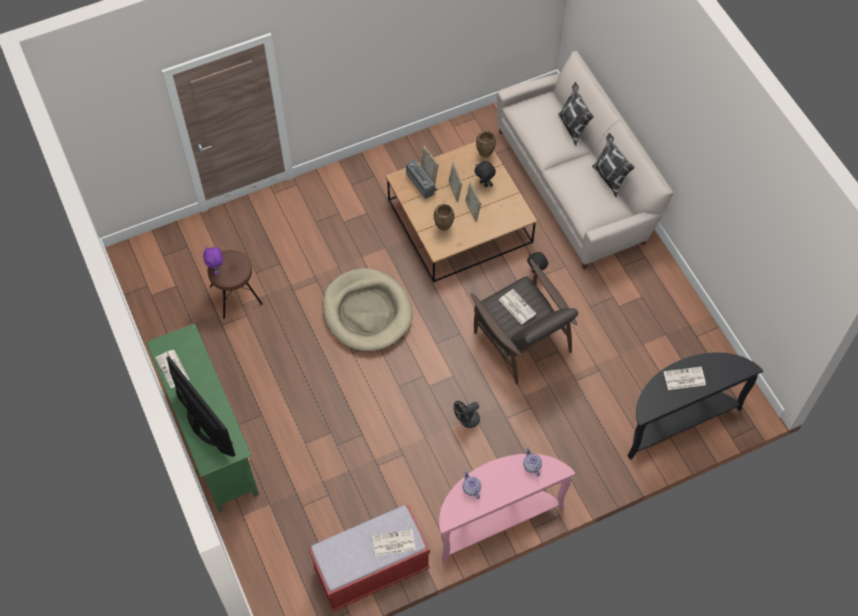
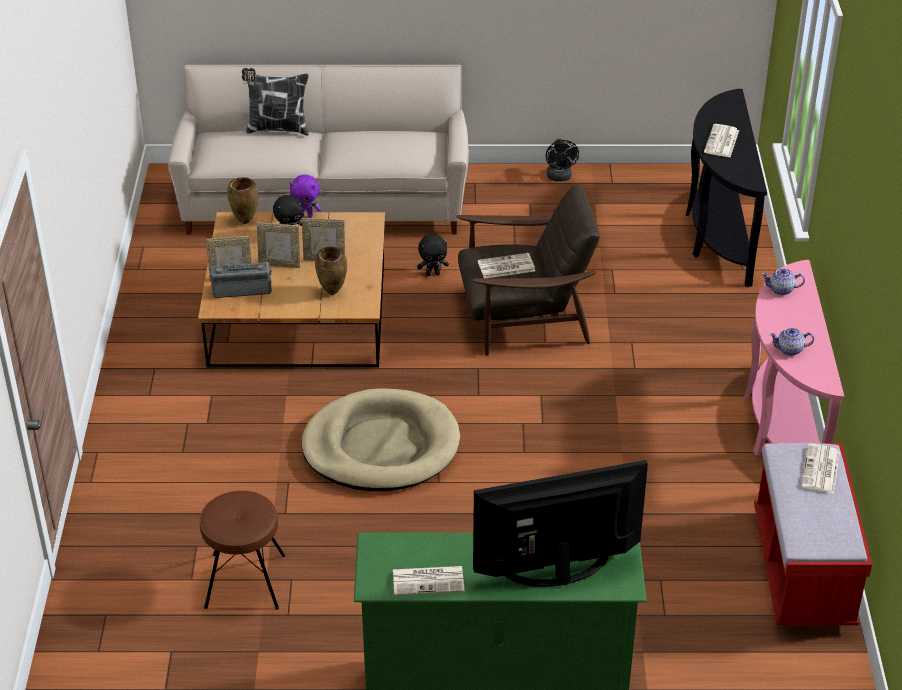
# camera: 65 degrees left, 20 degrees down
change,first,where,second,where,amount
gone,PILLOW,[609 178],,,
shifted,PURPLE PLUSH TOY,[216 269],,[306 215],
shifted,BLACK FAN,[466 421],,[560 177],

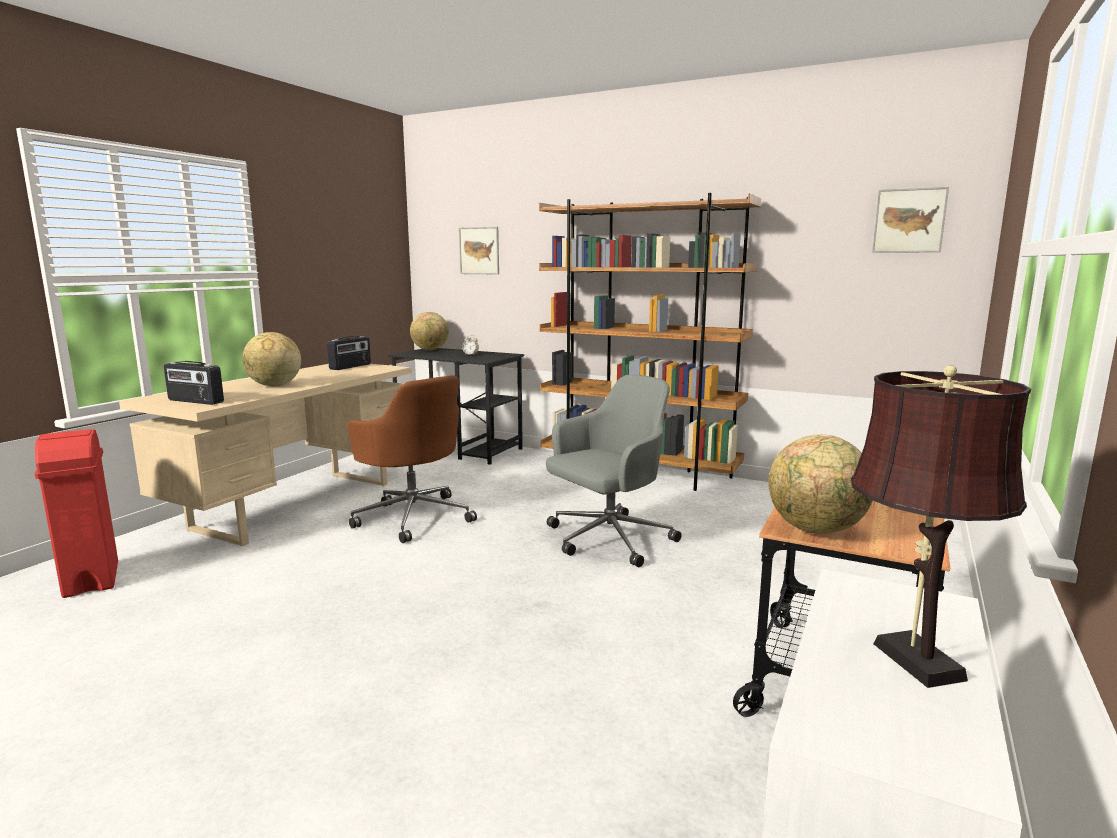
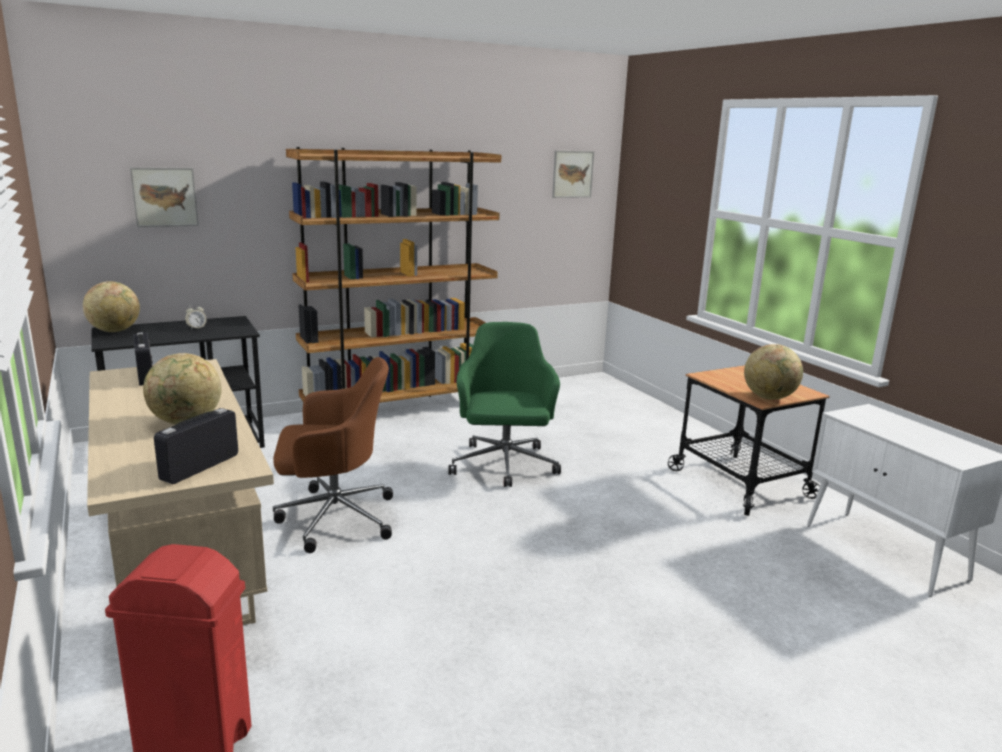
# camera: 55 degrees left, 5 degrees up
change,first,where,second,where,amount
gone,BROWN TABLE LAMP,[912 656],,,
repainted,GREY OFFICE CHAIR,[608 539],GREEN OFFICE CHAIR,[504 466],
rotated,RADIO,[195 401],,[199 467],150 degrees clockwise

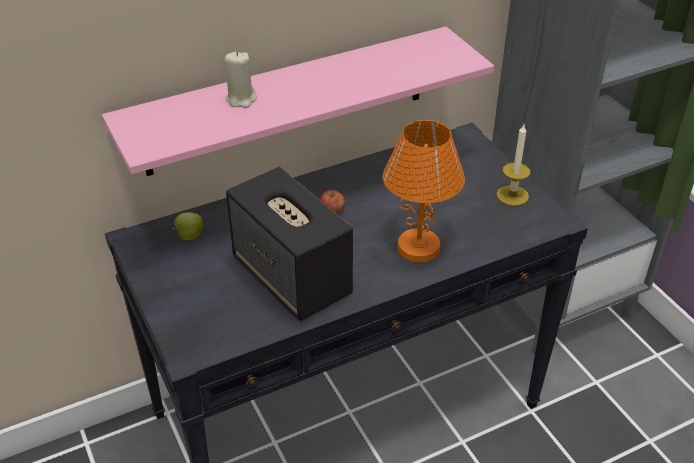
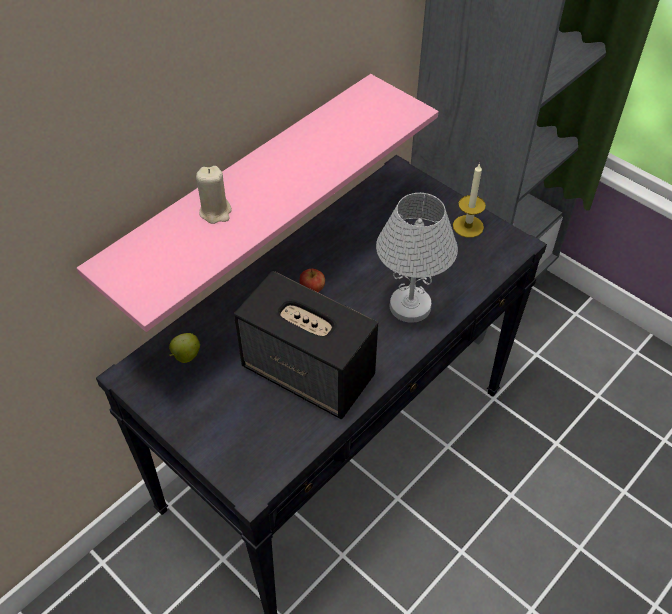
# camera: 20 degrees left, 10 degrees up
change,first,where,second,where,amount
repainted,ORANGE TABLE LAMP,[418 247],WHITE TABLE LAMP,[409 305],

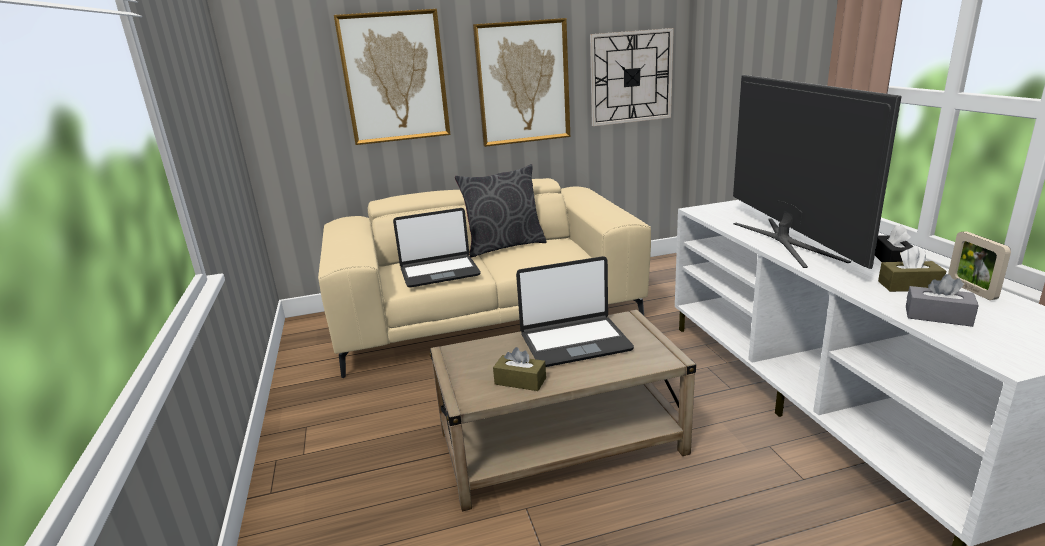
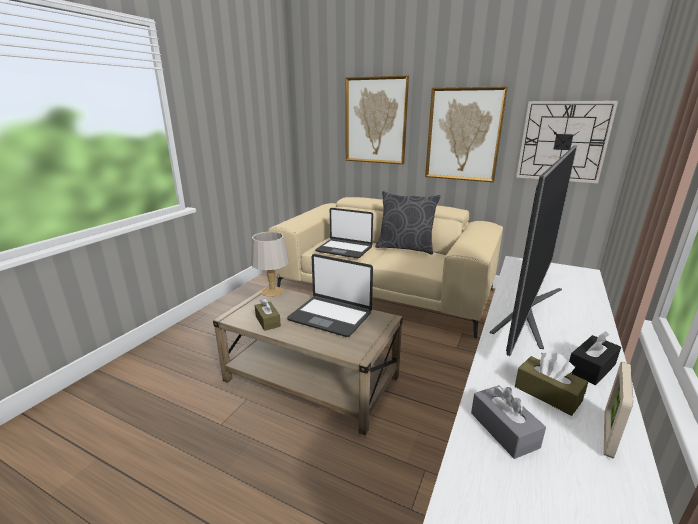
# camera: 40 degrees right, 0 degrees up
change,first,where,second,where,amount
new,,,GREY TABLE LAMP,[272 291],

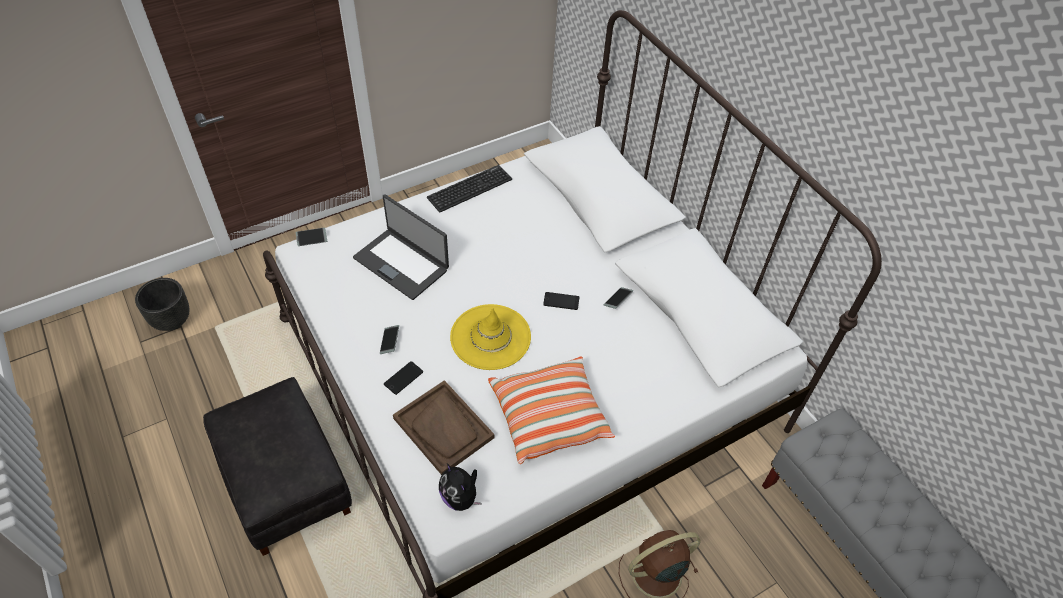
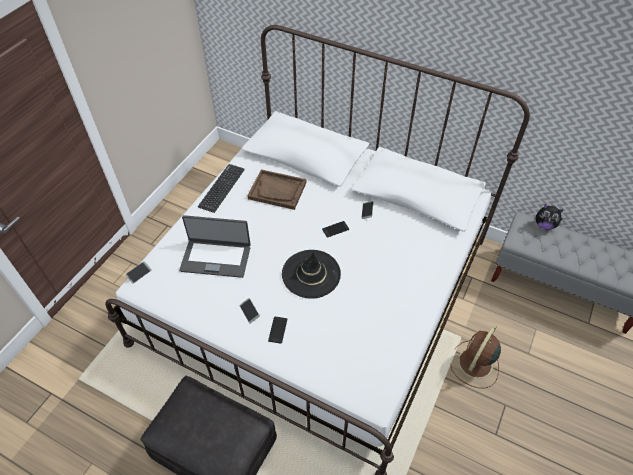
# camera: 30 degrees left, 0 degrees up
change,first,where,second,where,amount
gone,BLACK PLANTER,[172 320],,,
gone,PILLOW,[549 417],,,
shifted,BROWN TRAY,[443 428],,[277 190],
shifted,PLUSH TOY,[460 497],,[544 225],
repainted,YELLOW HAT,[490 337],BLACK HAT,[311 274],

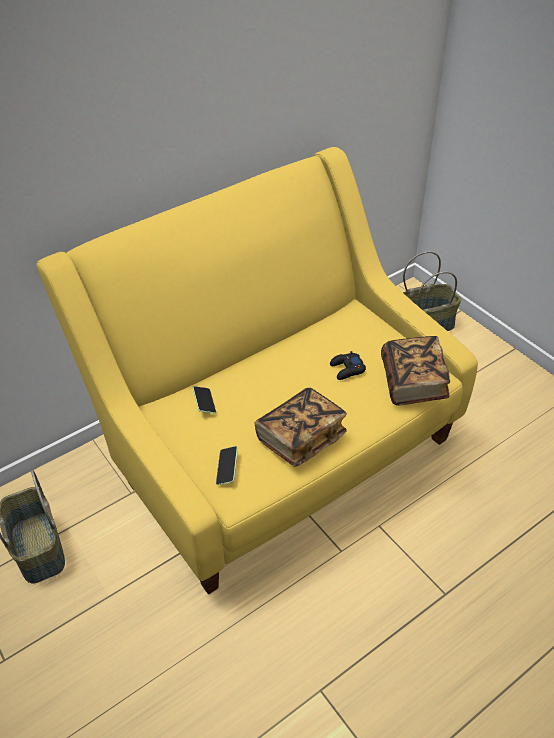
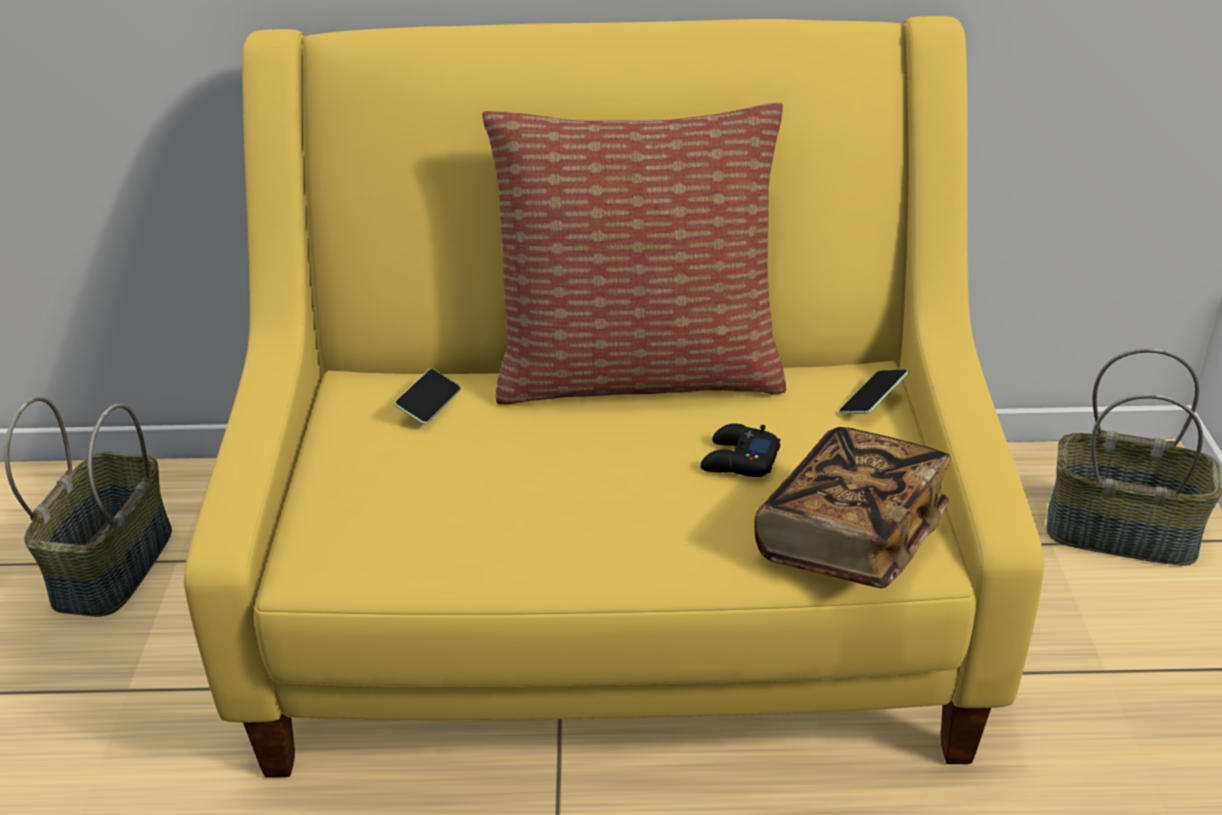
# camera: 35 degrees right, 10 degrees down
change,first,where,second,where,amount
gone,BOOK,[300 438],,,
new,,,PILLOW,[638 372],
shifted,PHONE,[227 469],,[872 401],

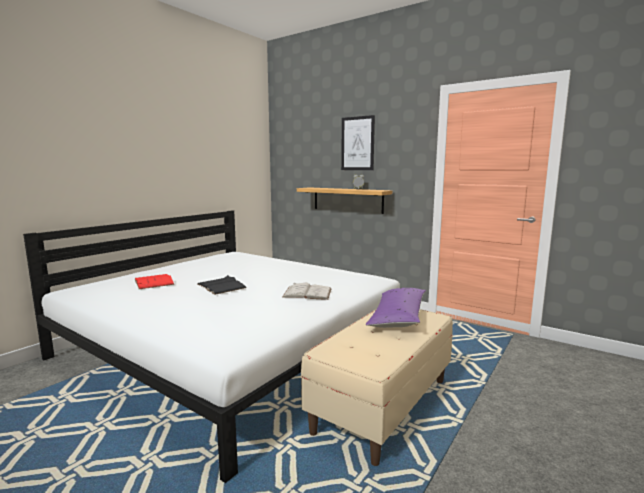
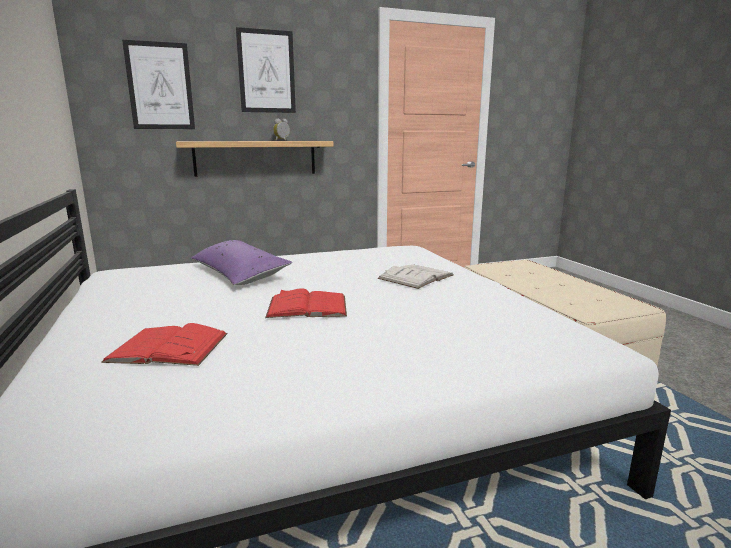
# camera: 55 degrees left, 5 degrees up
change,first,where,second,where,amount
new,,,PICTURE,[160 86],
shifted,PURPLE PILLOW,[398 317],,[239 274],
repainted,BLACK BOOK,[221 286],RED BOOK,[307 306],

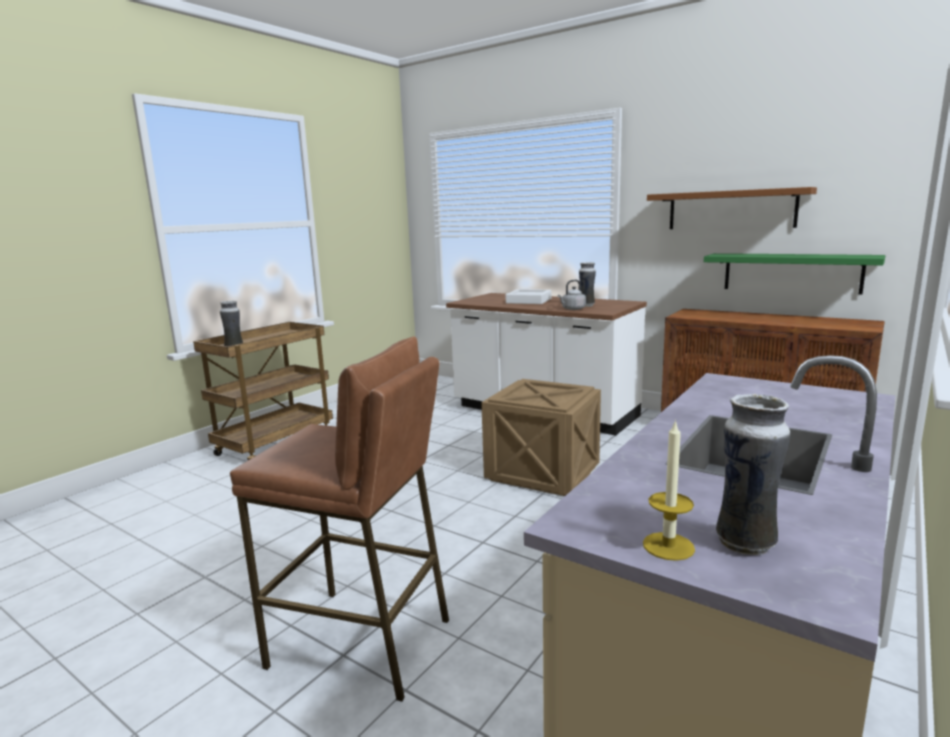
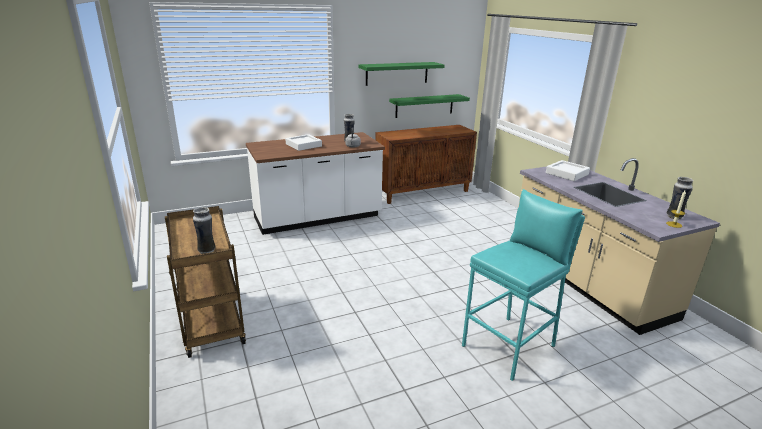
# camera: 60 degrees left, 10 degrees up
change,first,where,second,where,amount
gone,CRATE,[541 472],,,
new,,,WHITE TRAY,[567 174],
repainted,BROWN STOOL,[361 642],TURQUOISE STOOL,[509 346],
repainted,BROWN SHELF,[731 209],GREEN SHELF,[397 73],

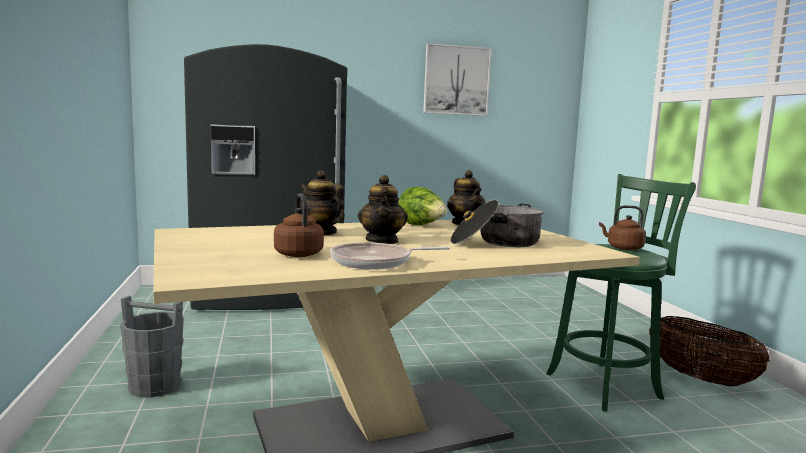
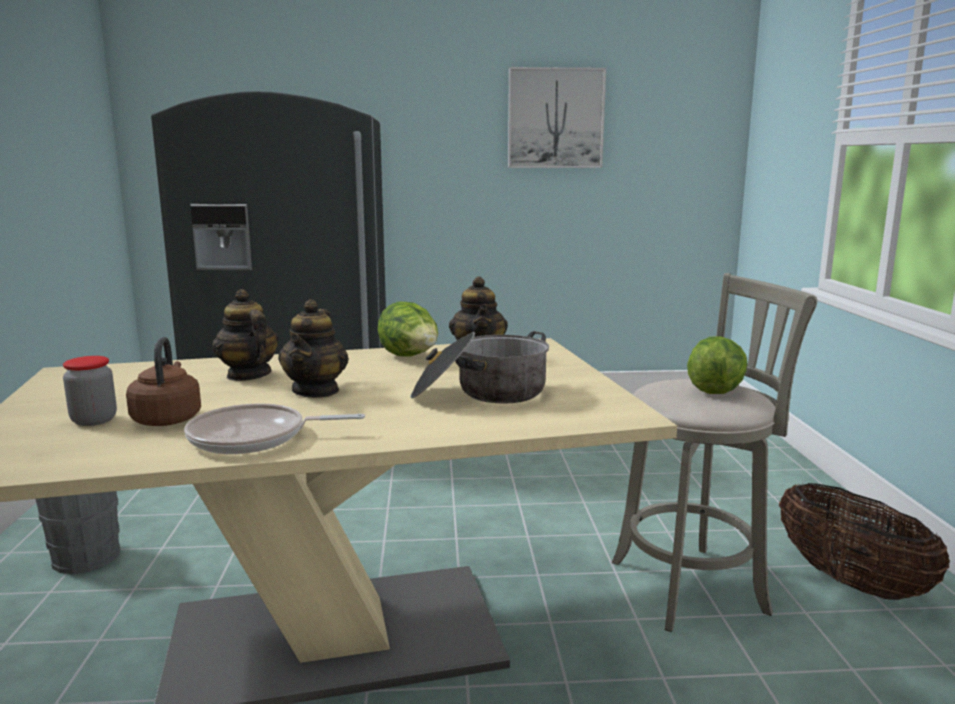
# camera: 10 degrees right, 5 degrees up
change,first,where,second,where,amount
new,,,JAR,[94 420],
swapped,BROWN KETTLE,[623 248],LETTUCE,[715 389],
repainted,GREEN STOOL,[607 385],GREY STOOL,[695 585],

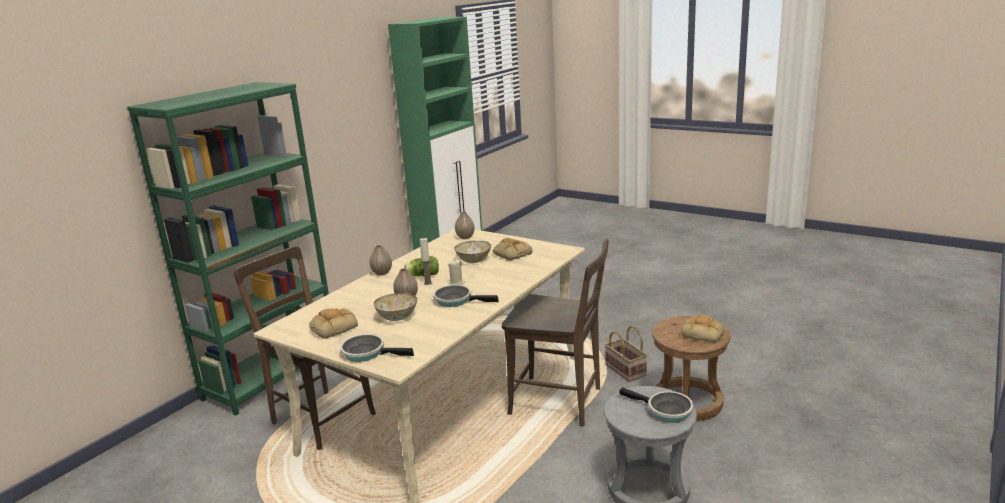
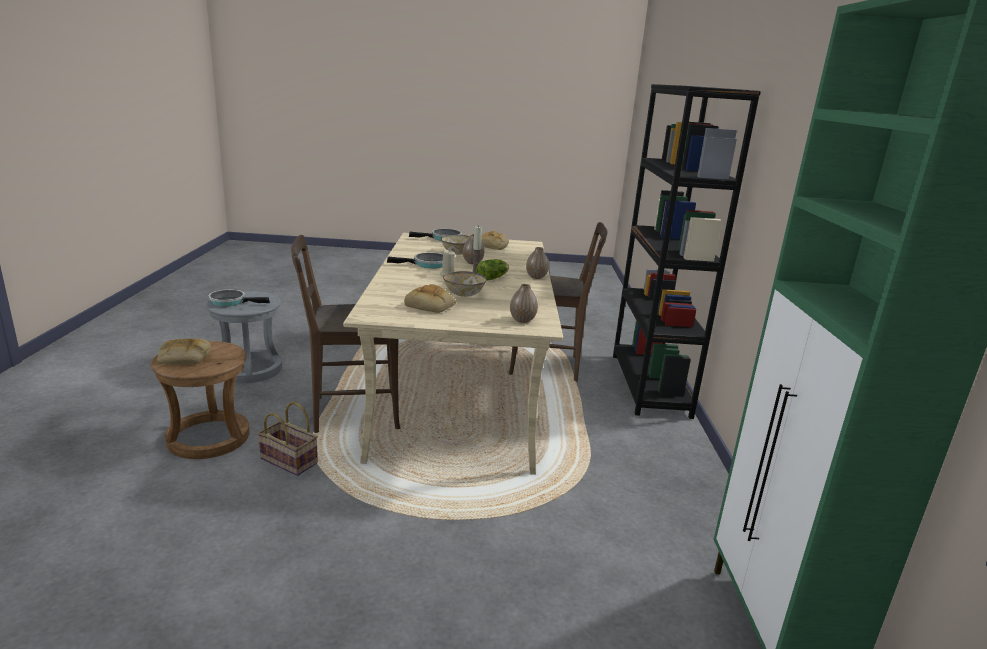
# camera: 145 degrees right, 0 degrees up
change,first,where,second,where,amount
repainted,GREEN BOOKCASE,[273 375],BLACK BOOKCASE,[649 385],

